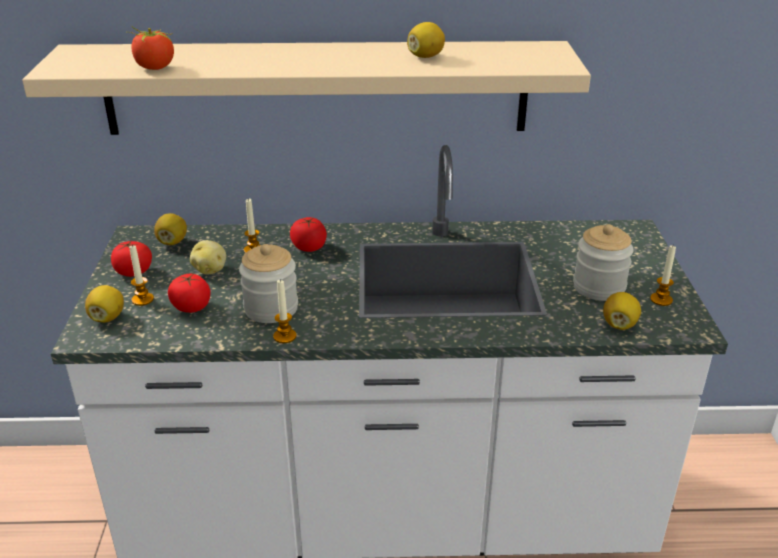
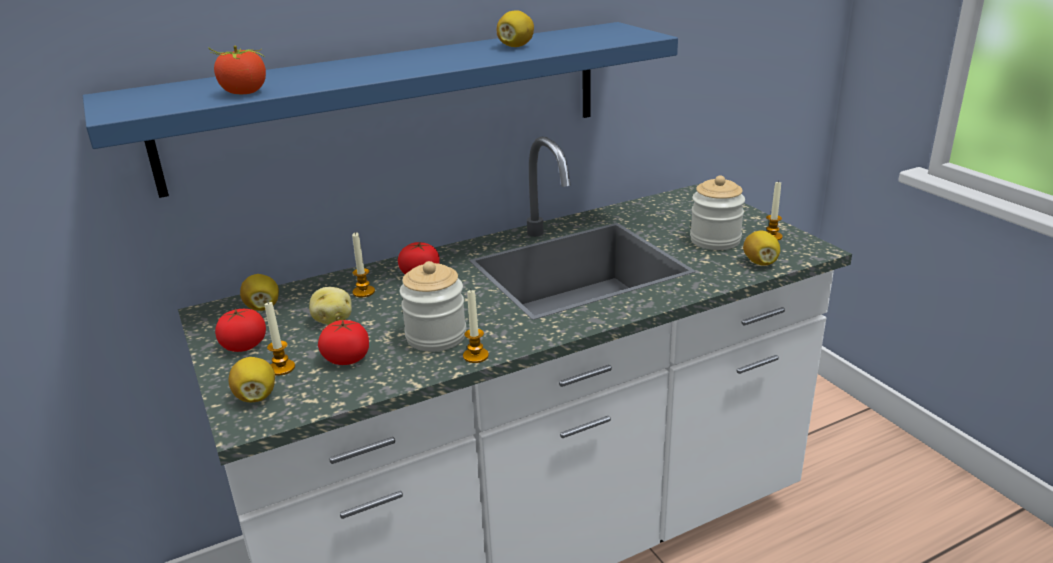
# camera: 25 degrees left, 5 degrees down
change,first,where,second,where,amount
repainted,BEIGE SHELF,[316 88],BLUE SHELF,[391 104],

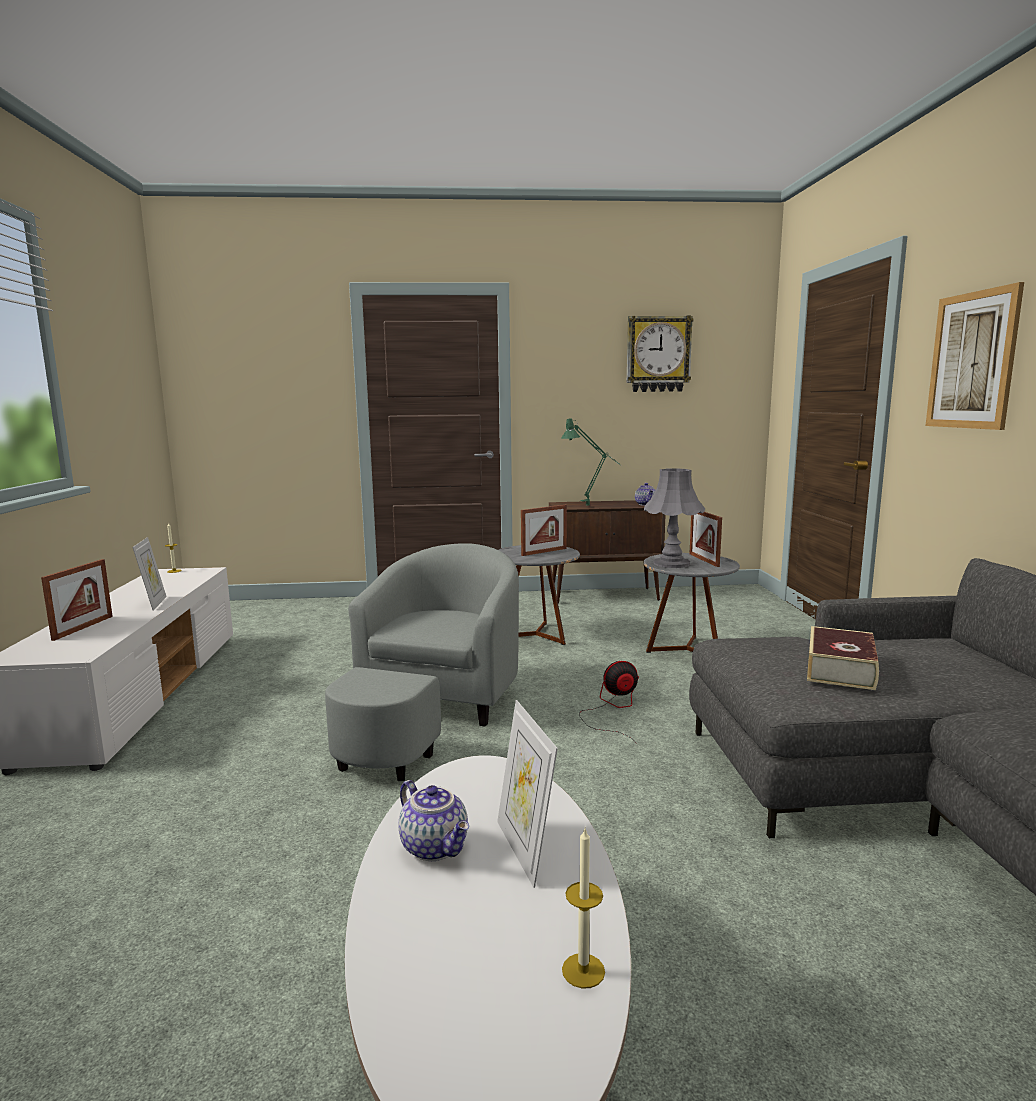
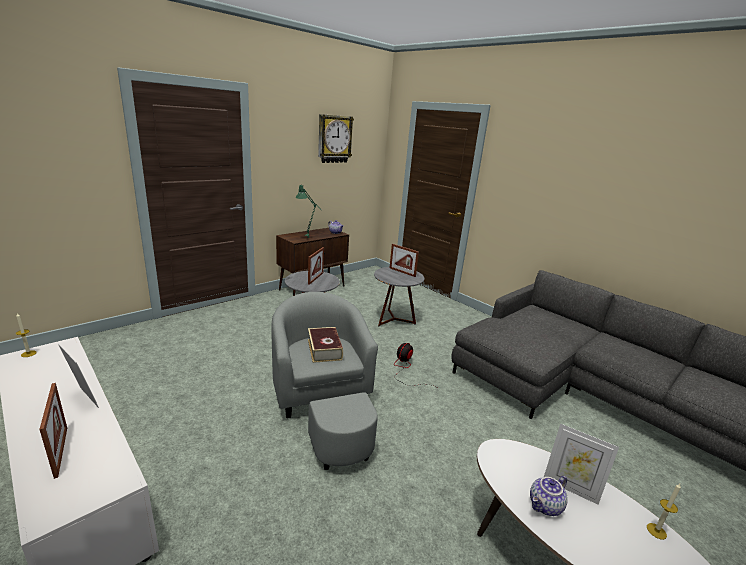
# camera: 40 degrees left, 10 degrees up
change,first,where,second,where,amount
gone,GREY TABLE LAMP,[672 563],,,
gone,PICTURE,[972 360],,,
shifted,BOOK,[840 669],,[324 349],
rotated,TEAPOT,[436 847],,[545 506],135 degrees clockwise

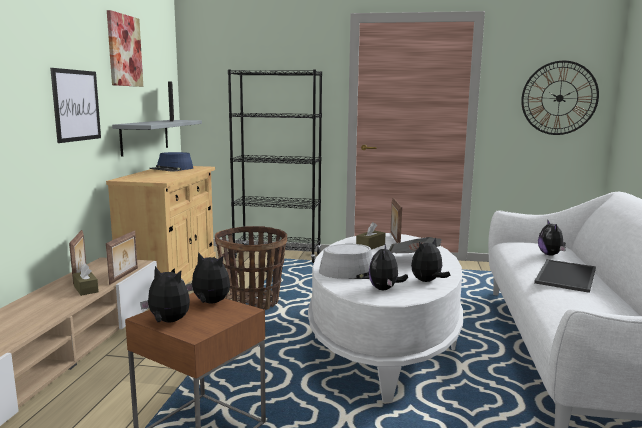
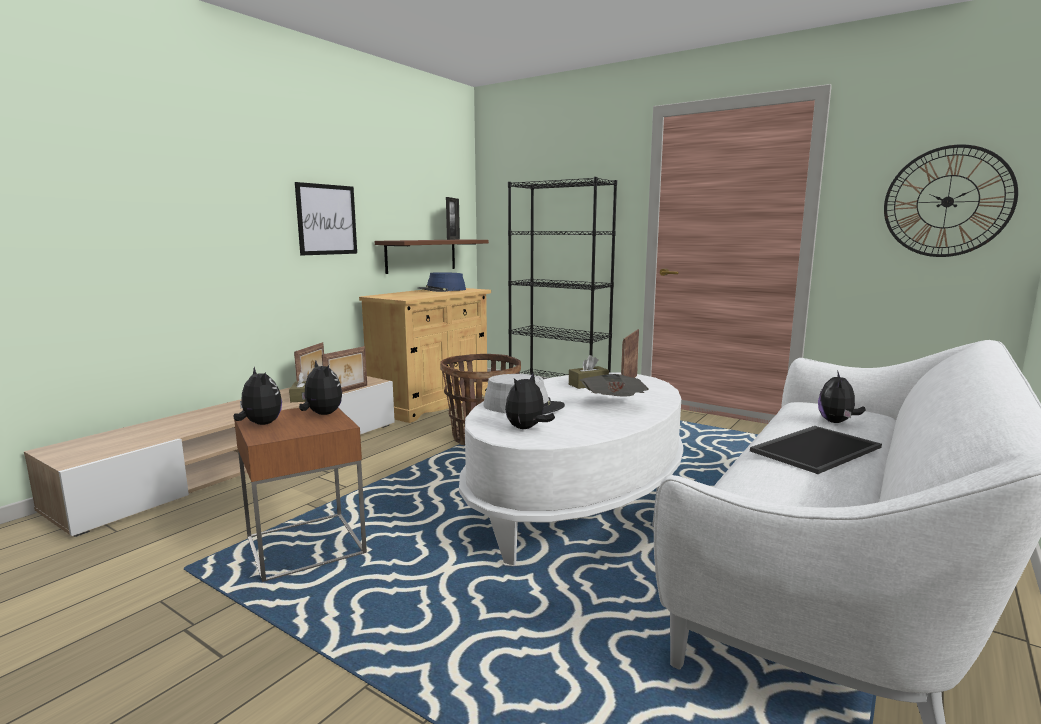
# camera: 25 degrees right, 0 degrees up
change,first,where,second,where,amount
gone,PICTURE,[124 50],,,
gone,PLUSH TOY,[427 281],,,
repainted,GREY SHELF,[145 136],BROWN SHELF,[421 255],

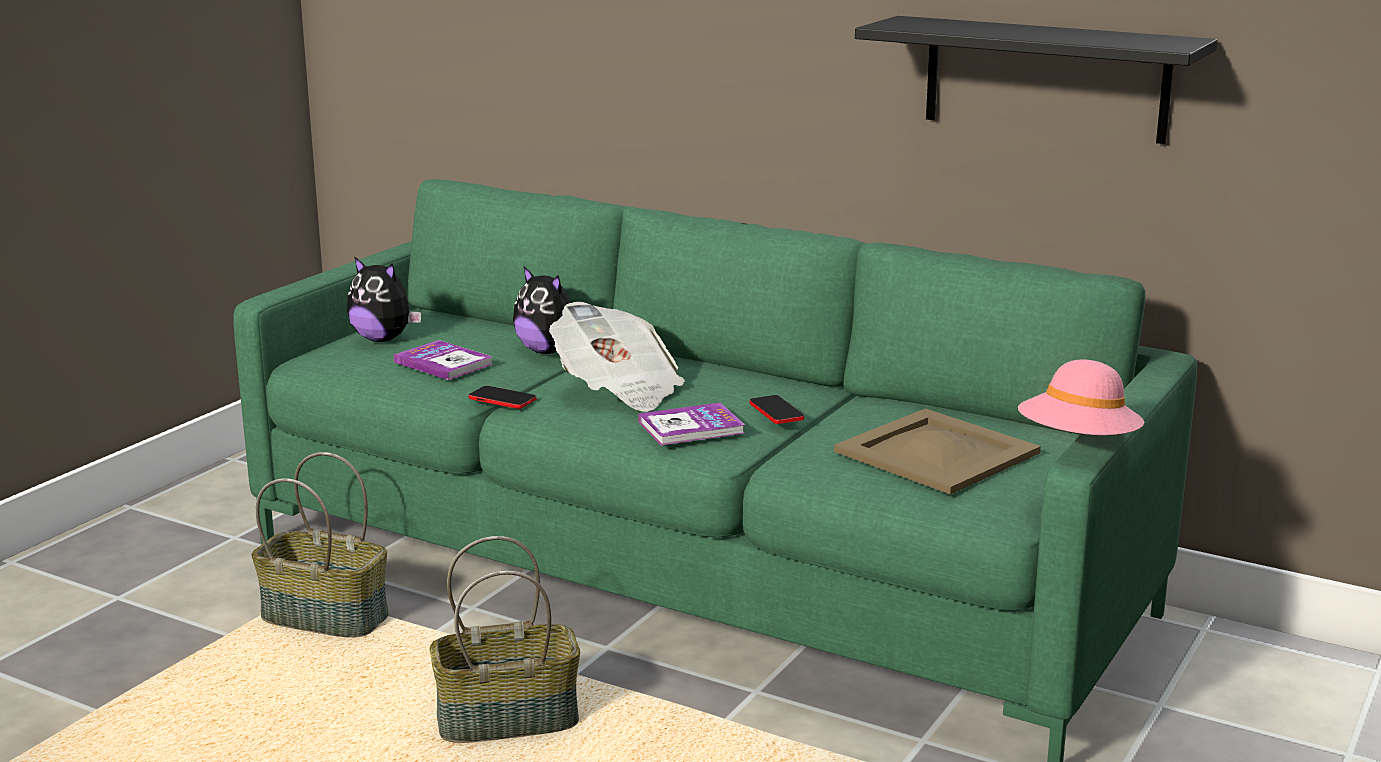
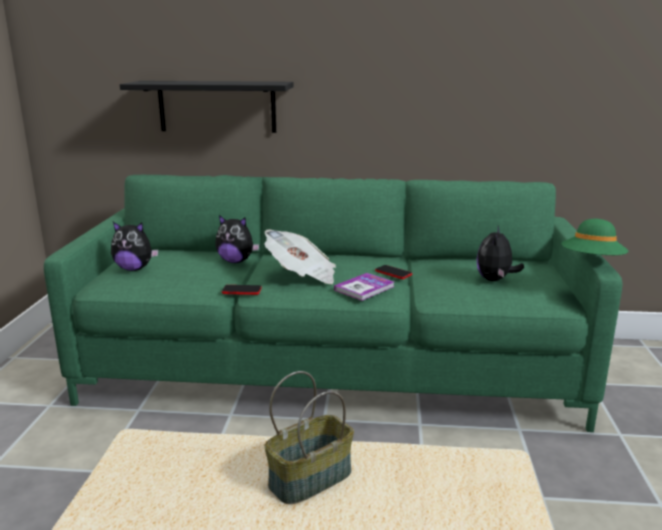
# camera: 25 degrees left, 0 degrees up
change,first,where,second,where,amount
gone,BASKET,[327 617],,,
gone,BOOK,[443 363],,,
shifted,BLACK SHELF,[1046 79],,[217 106],
swapped,BEIGE TRAY,[937 453],PLUSH TOY,[495 280],
repainted,PINK HAT,[1078 444],GREEN HAT,[592 262],

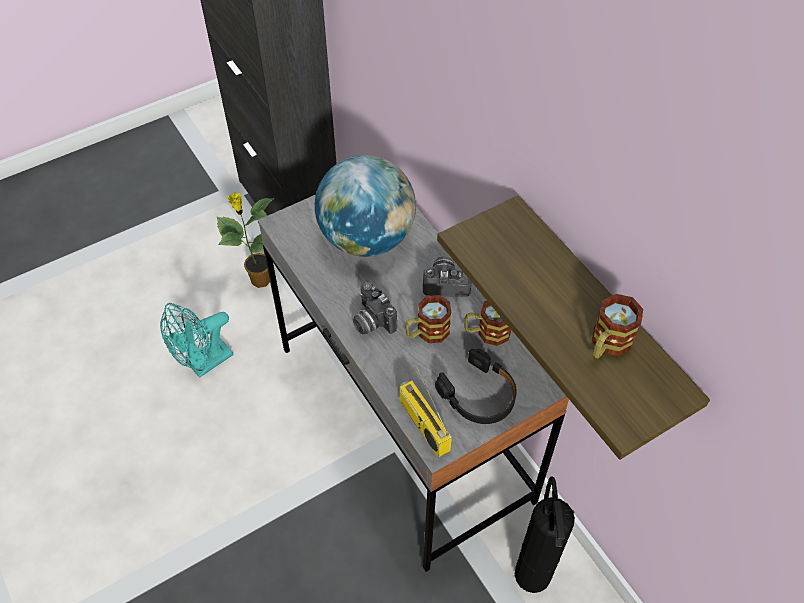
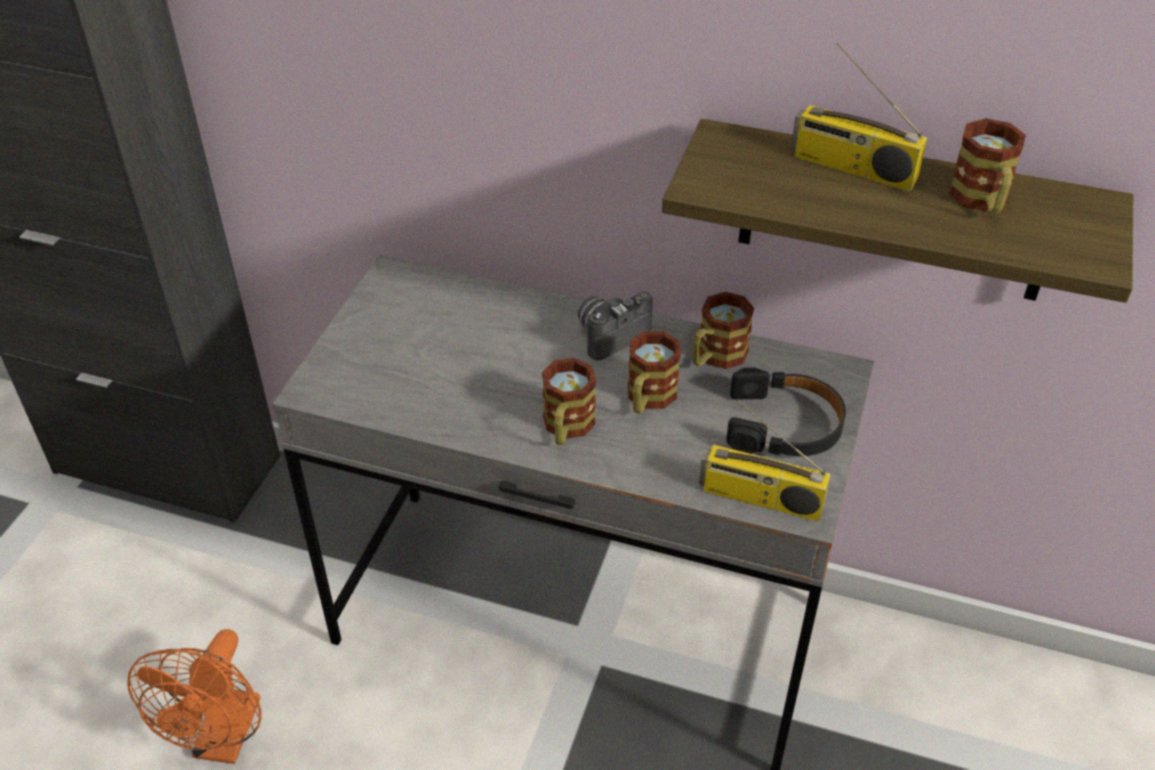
# camera: 40 degrees left, 10 degrees down
change,first,where,second,where,amount
gone,POTTED PLANT,[259 280],,,
gone,GLOBE,[367 239],,,
gone,FIRE EXTINGUISHER,[532 572],,,
new,,,RADIO,[851 168],
swapped,PHOTO CAMERA,[371 321],MUG,[566 428],
repainted,TURQUOISE FAN,[204 364],ORANGE FAN,[224 741],

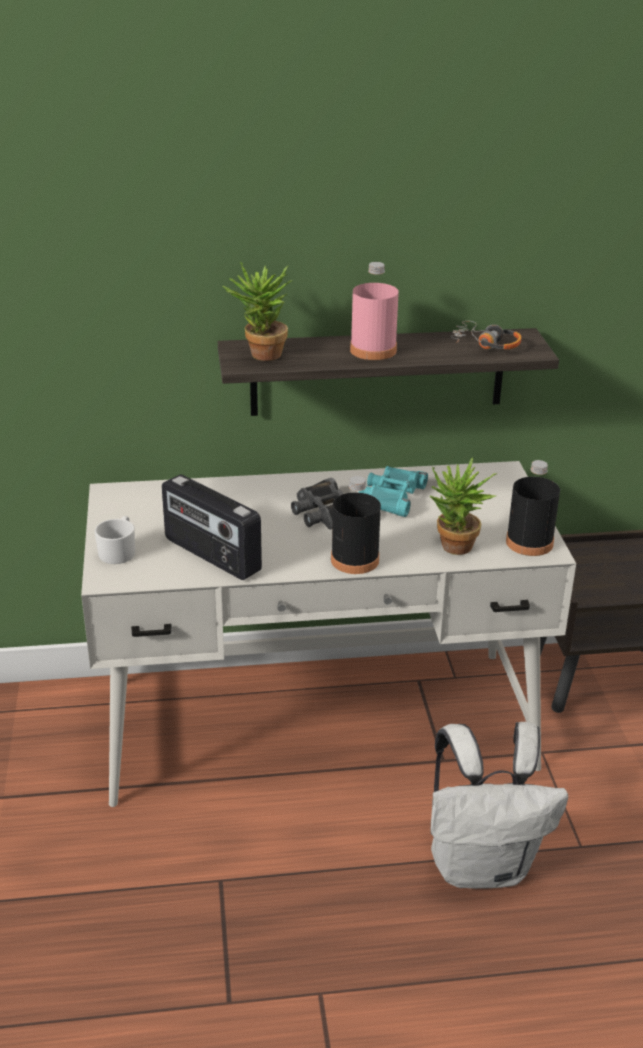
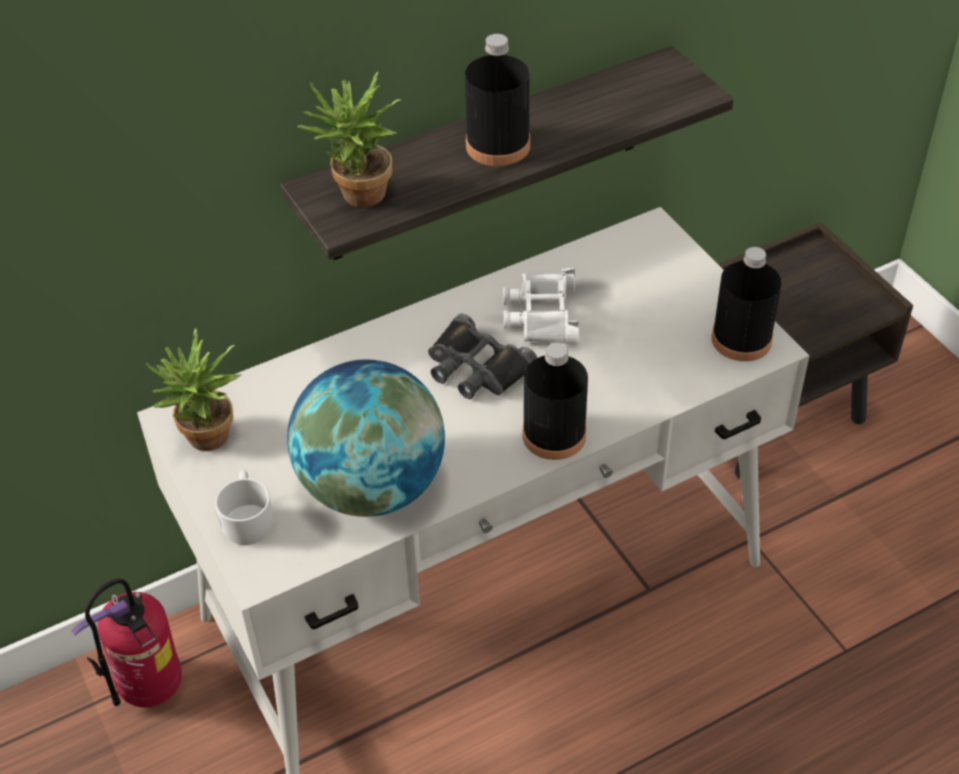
# camera: 20 degrees left, 15 degrees up
change,first,where,second,where,amount
gone,WHITE BACKPACK,[482 865],,,
gone,HEADPHONES,[485 344],,,
new,,,FIRE EXTINGUISHER,[151 691],
shifted,POTTED PLANT,[454 550],,[206 443],
swapped,RADIO,[211 555],GLOBE,[372 487],
repainted,PINK BOTTLE,[373 350],BLACK BOTTLE,[498 146],
repainted,TURQUOISE BINOCULARS,[391 496],WHITE BINOCULARS,[541 314],

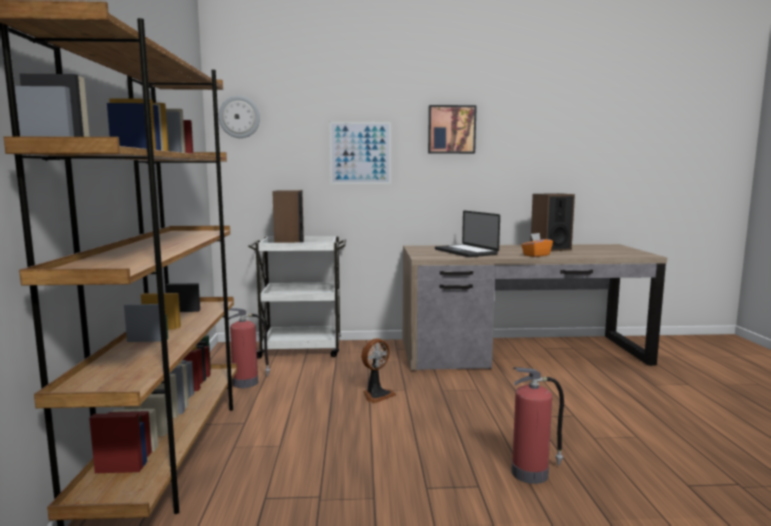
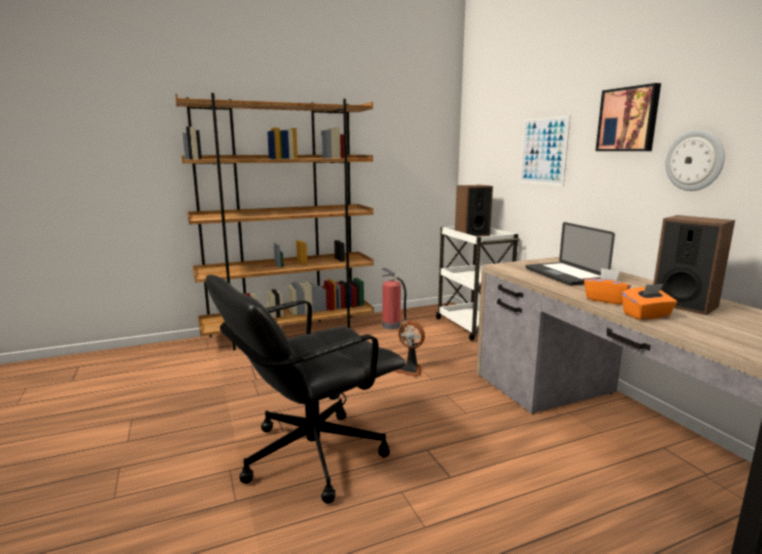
# camera: 70 degrees right, 5 degrees up
change,first,where,second,where,amount
new,,,ORANGE TISSUE BOX,[646 316],
shifted,WALL CLOCK,[239 117],,[695 160],
swapped,FIRE EXTINGUISHER,[531 473],BLACK OFFICE CHAIR,[311 454],
rotated,LAPTOP,[465 252],,[564 275],60 degrees counterclockwise

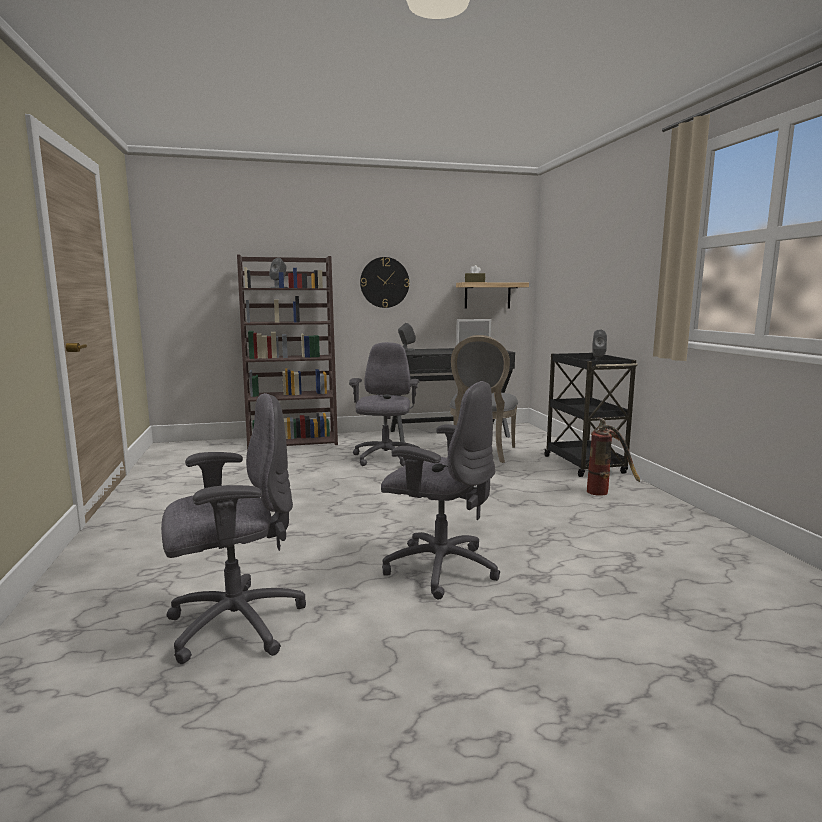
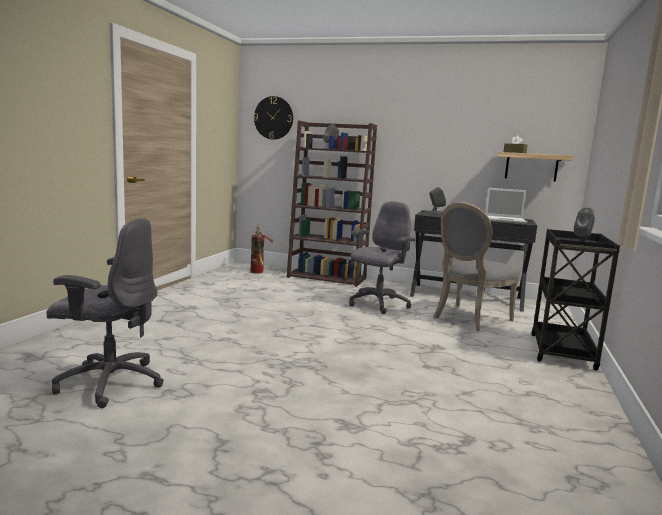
# camera: 30 degrees right, 0 degrees up
change,first,where,second,where,amount
gone,GREY OFFICE CHAIR,[439 568],,,
shifted,WALL CLOCK,[384 282],,[273 118],
shifted,FIRE EXTINGUISHER,[606 493],,[259 273],

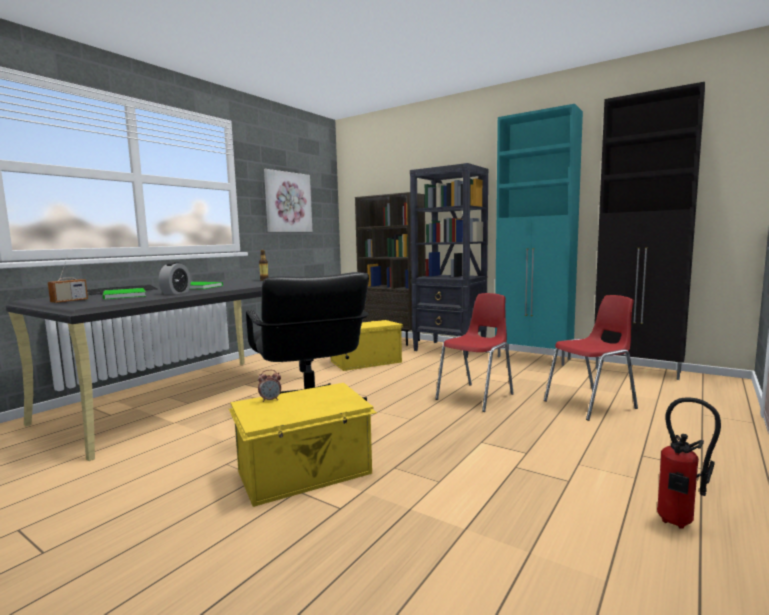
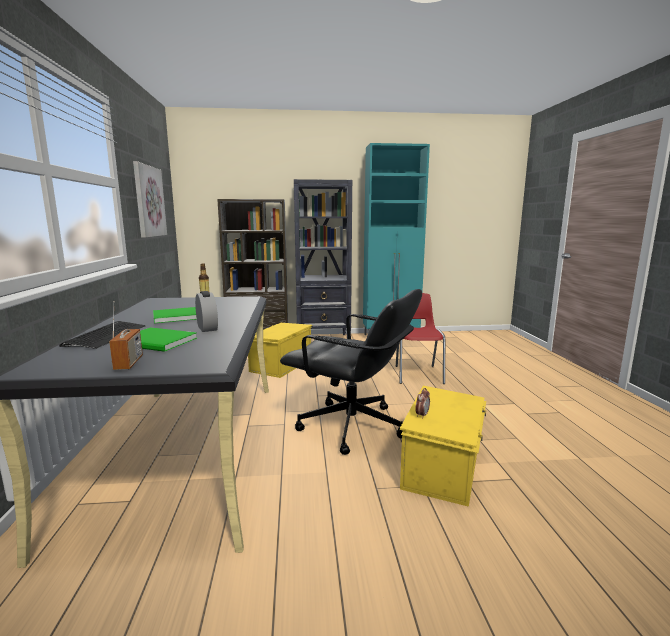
# camera: 40 degrees left, 5 degrees up
change,first,where,second,where,amount
gone,RED CHAIR,[591 405],,,
gone,BLACK CABINET,[638 370],,,
gone,FIRE EXTINGUISHER,[680 524],,,

